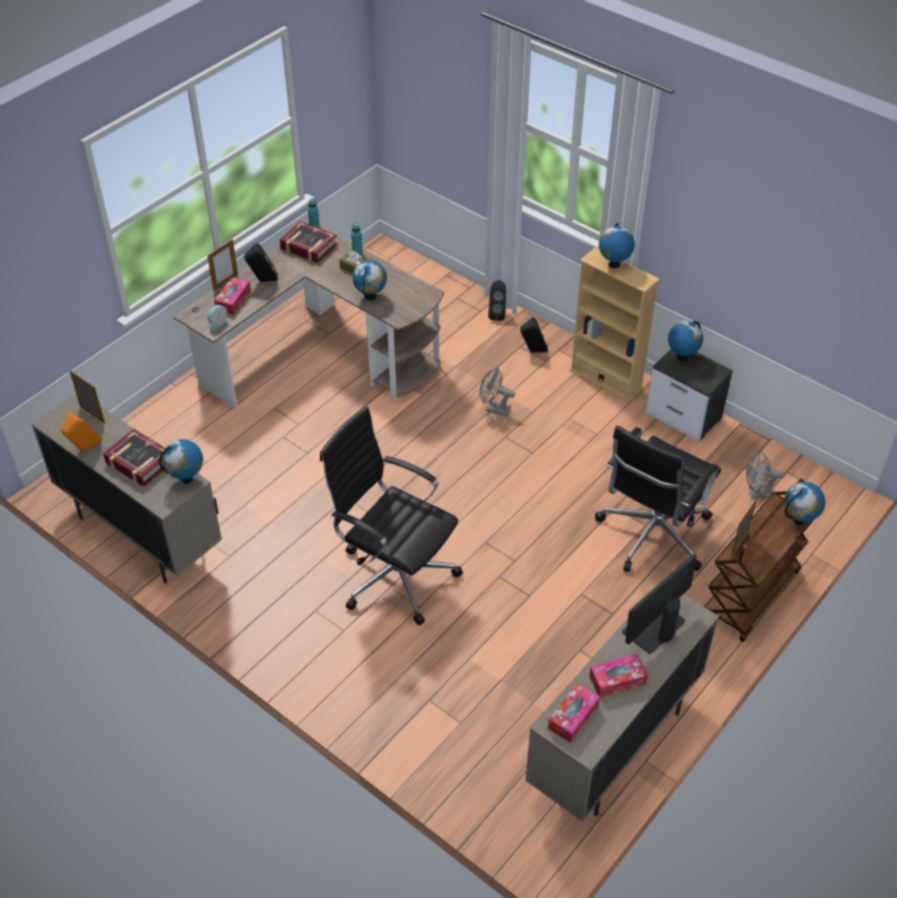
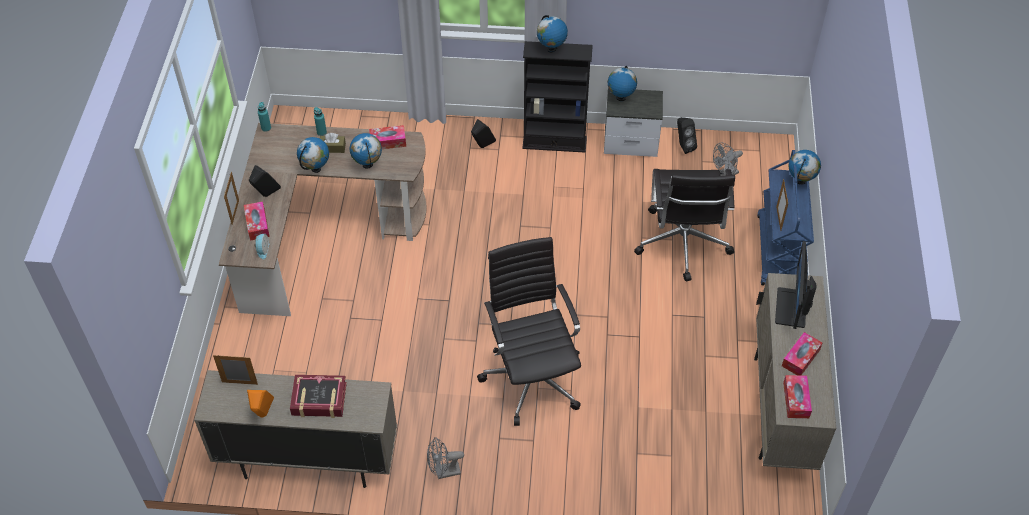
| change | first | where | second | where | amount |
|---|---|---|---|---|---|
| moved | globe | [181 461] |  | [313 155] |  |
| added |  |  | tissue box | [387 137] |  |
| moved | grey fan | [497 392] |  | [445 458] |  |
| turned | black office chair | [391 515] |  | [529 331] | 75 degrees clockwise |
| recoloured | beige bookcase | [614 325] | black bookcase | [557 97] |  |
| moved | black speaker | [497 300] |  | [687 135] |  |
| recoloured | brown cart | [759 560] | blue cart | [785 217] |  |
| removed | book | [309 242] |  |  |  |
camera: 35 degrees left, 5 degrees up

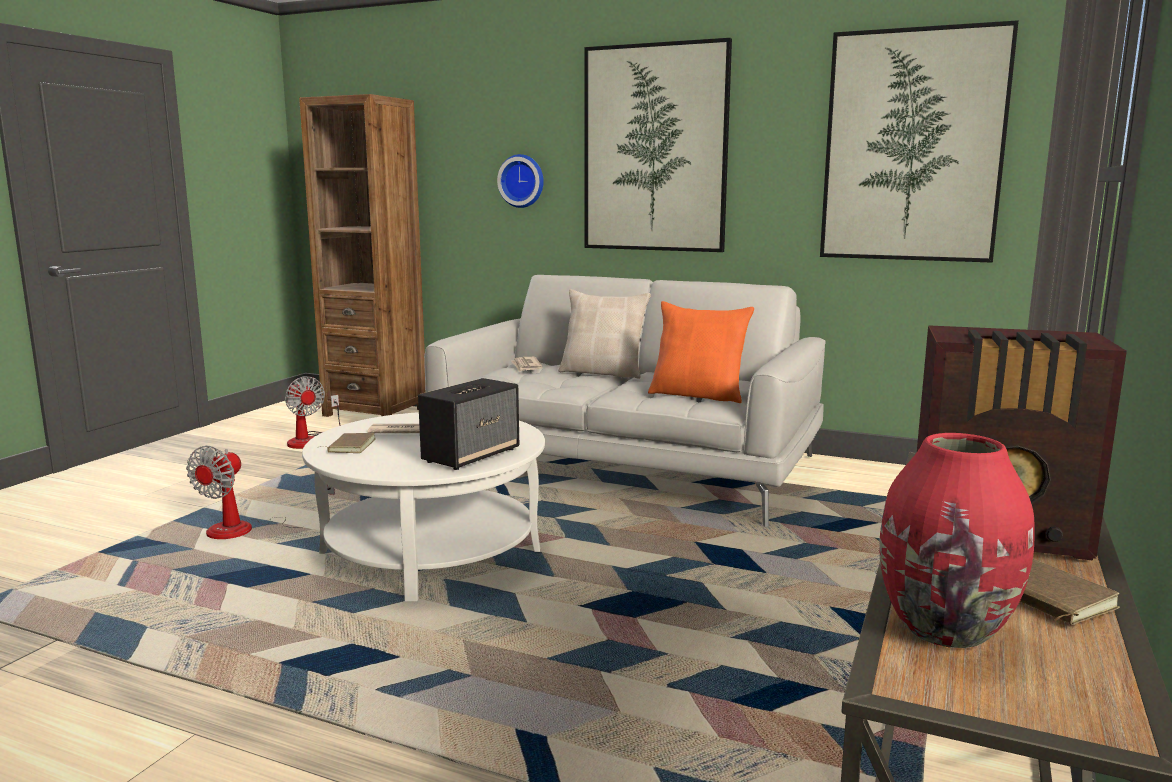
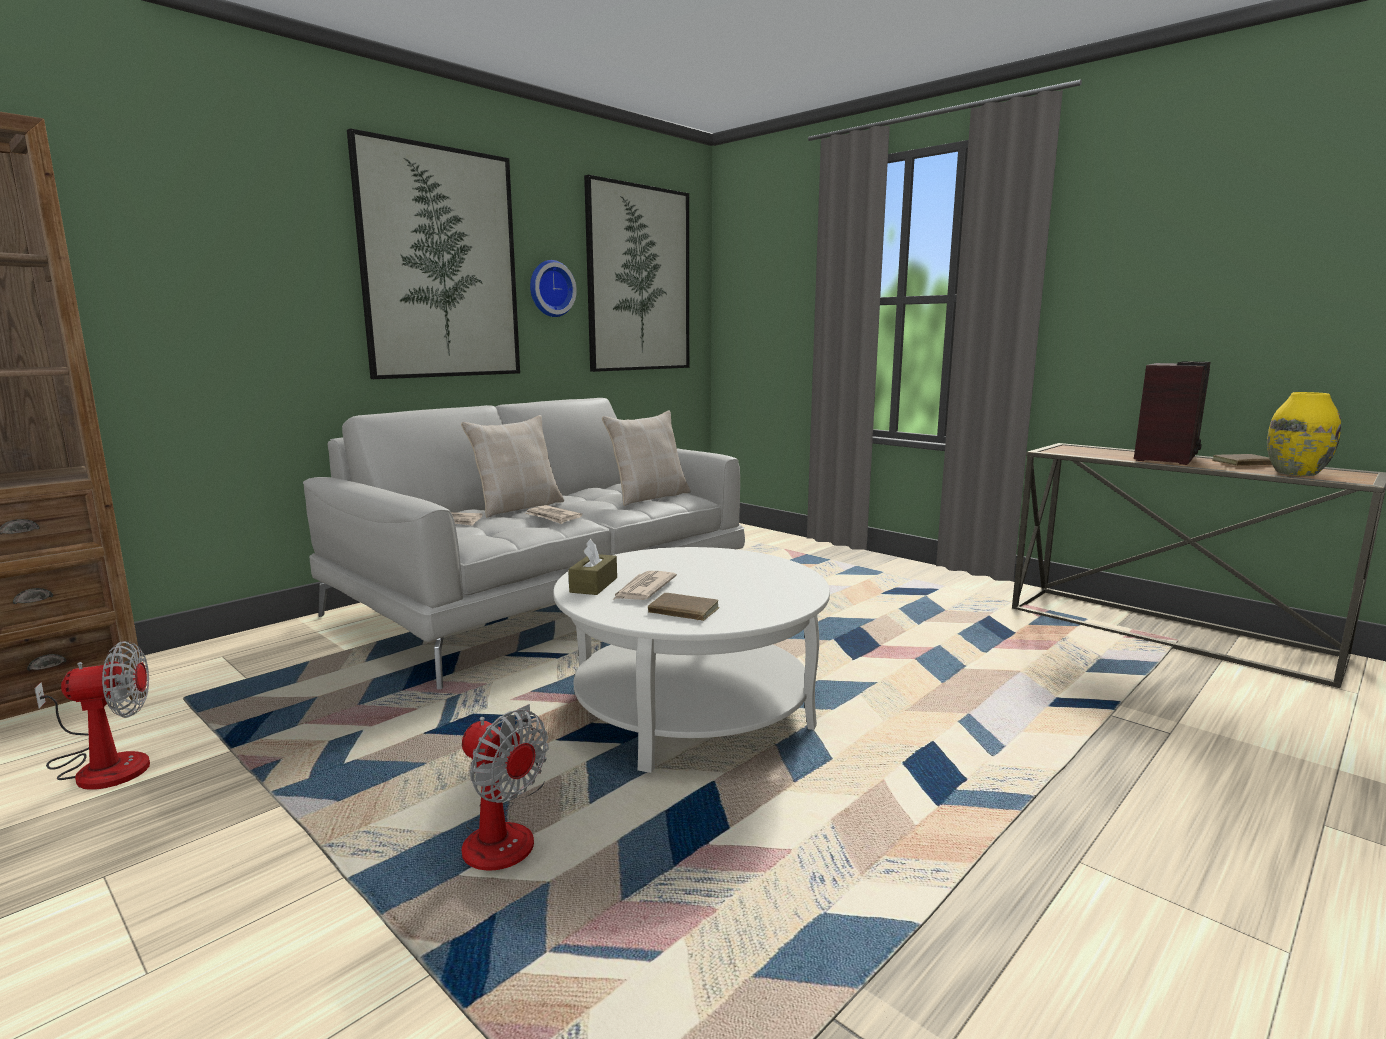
| change | first | where | second | where | amount |
|---|---|---|---|---|---|
| added |  |  | newspaper | [553 514] |  |
| moved | wall clock | [520 181] |  | [553 288] |  |
| added |  |  | brown tissue box | [592 567] |  |
| recoloured | orange pillow | [701 352] | beige pillow | [646 458] |  |
| recoloured | red vase | [956 540] | yellow vase | [1304 434] |  |
| removed | speaker | [468 424] |  |  |  |
camera: 70 degrees left, 0 degrees up

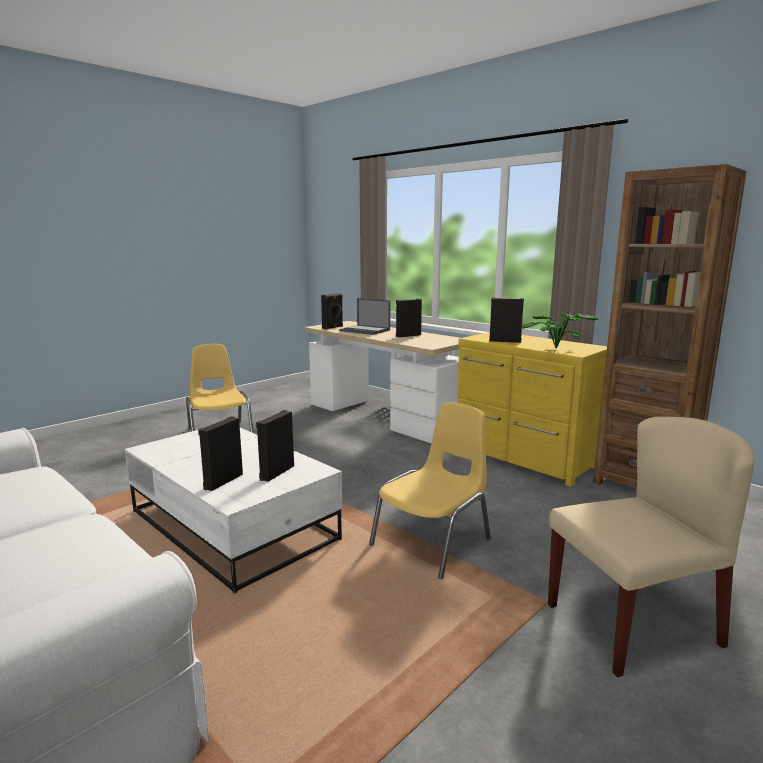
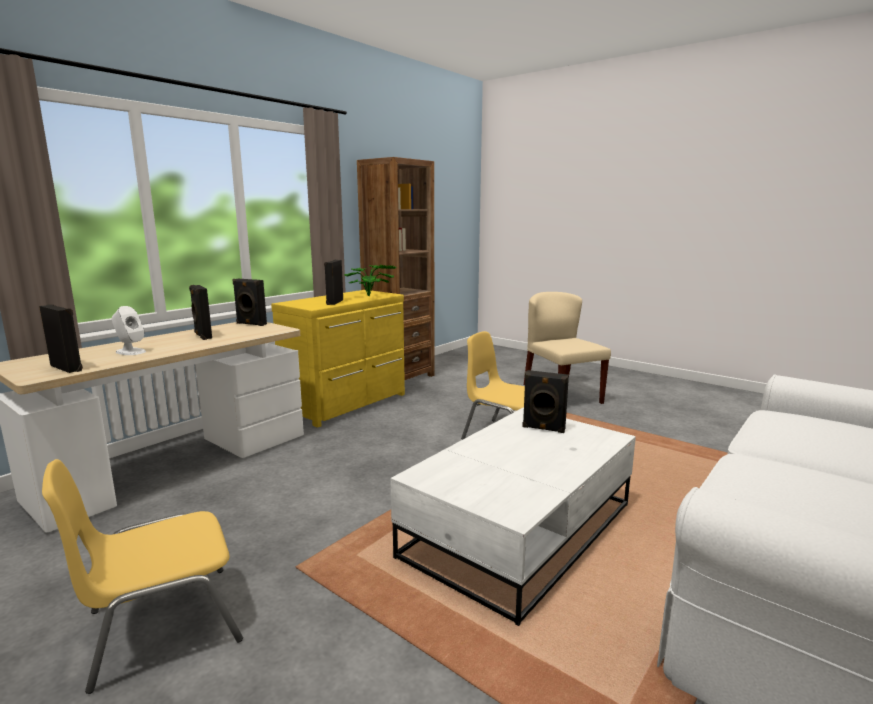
| change | first | where | second | where | amount |
|---|---|---|---|---|---|
| replaced | laptop | [364 316] | white speaker | [129 330] |  |
| moved | black speaker | [220 453] |  | [249 302] |  |
camera: 95 degrees left, 0 degrees up

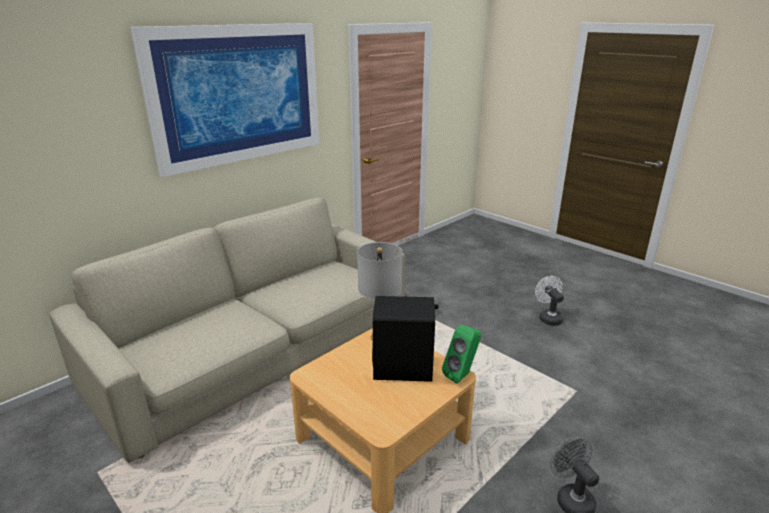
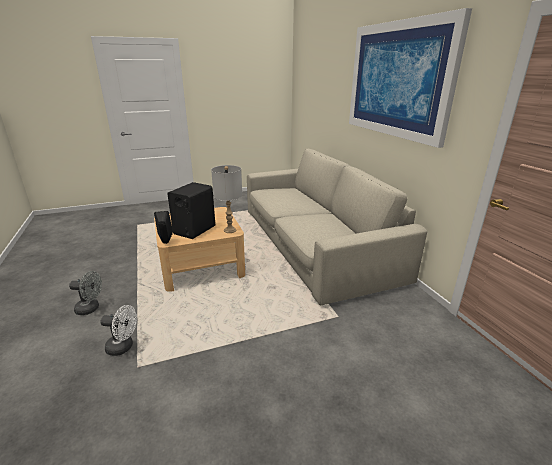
| change | first | where | second | where | amount |
|---|---|---|---|---|---|
| moved | white fan | [549 301] |  | [118 330] |  |
| recoloured | green speaker | [461 354] | black speaker | [163 227] |  |
camera: 115 degrees right, 0 degrees up

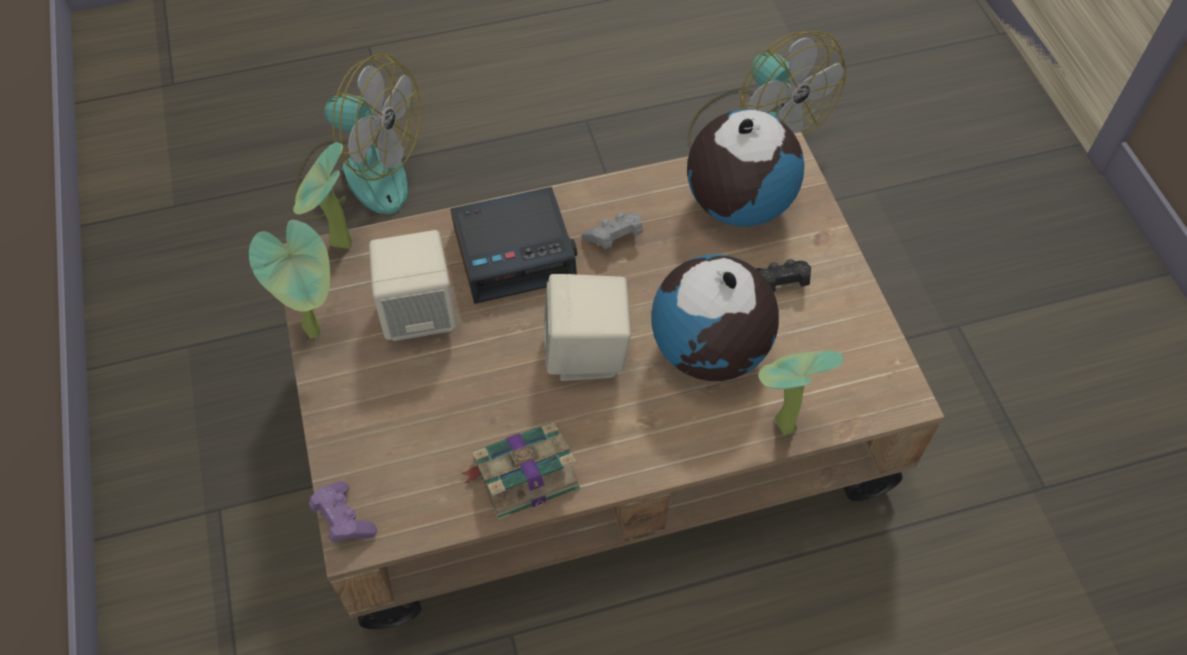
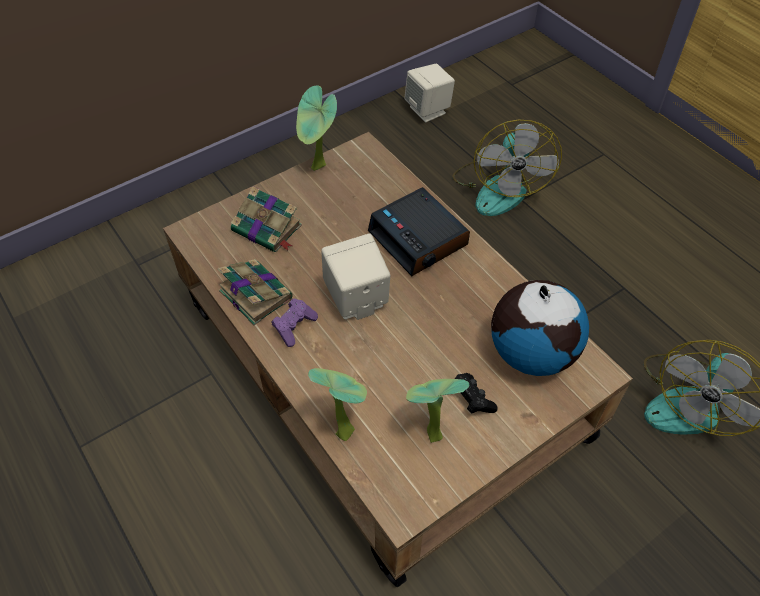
| change | first | where | second | where | amount |
|---|---|---|---|---|---|
| added |  |  | book | [266 219] |  |
| moved | purple game controller | [343 512] |  | [295 322] |  |
| moved | beige speaker | [413 285] |  | [429 92] |  |
| moved | potted plant | [322 195] |  | [437 411] |  |
| removed | grey game controller | [612 230] |  |  |  |
| removed | globe | [715 317] |  |  |  |
camera: 70 degrees right, 5 degrees down

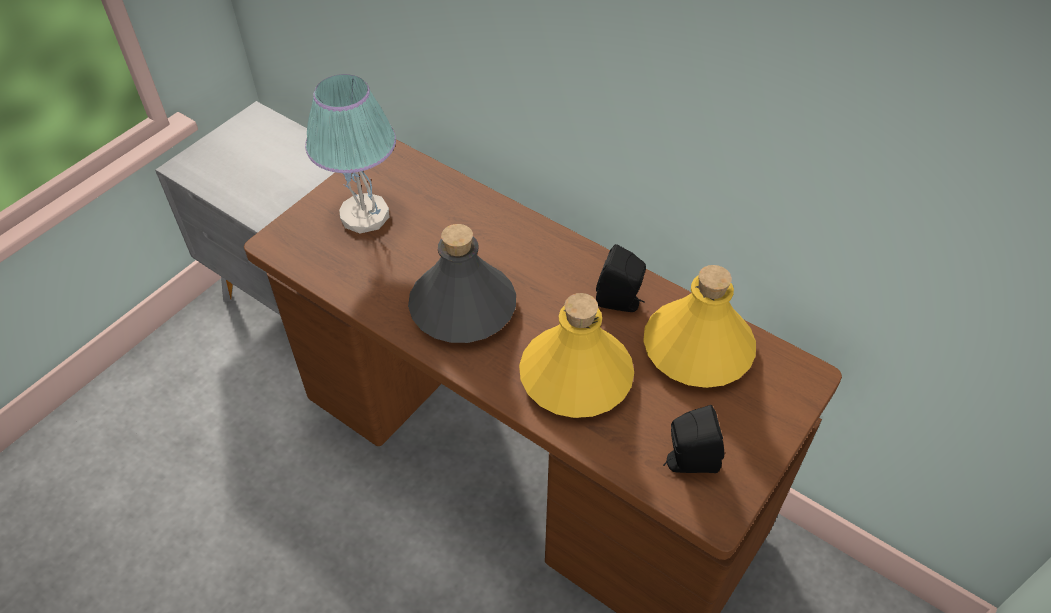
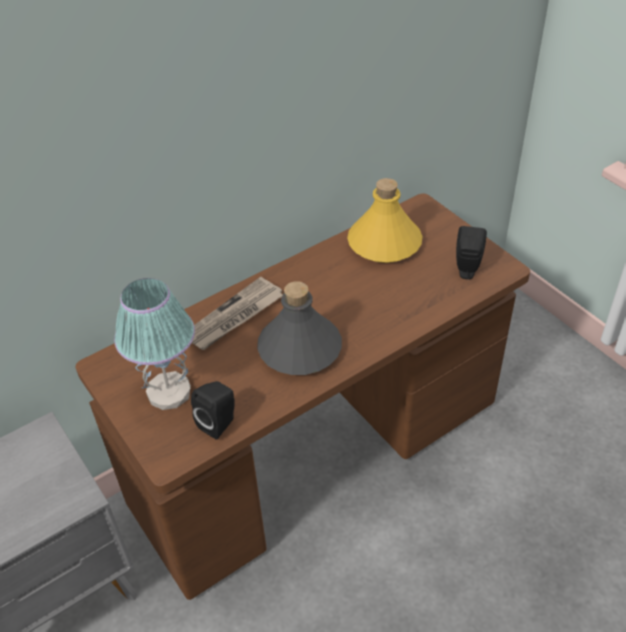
| change | first | where | second | where | amount |
|---|---|---|---|---|---|
| moved | black speaker | [621 278] |  | [213 410] |  |
| added |  |  | newspaper | [237 313] |  |
| removed | yellow bottle | [576 355] |  |  |  |
camera: 70 degrees left, 5 degrees down

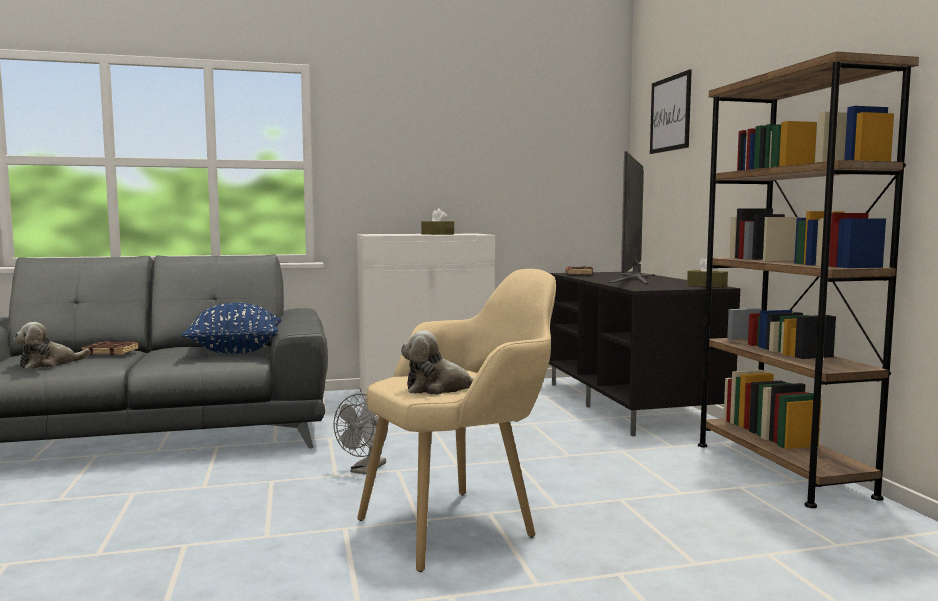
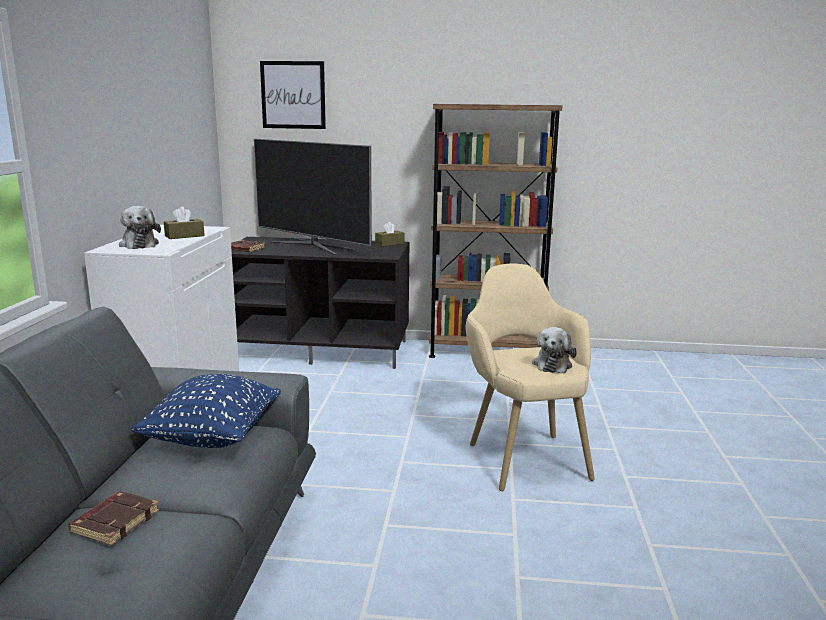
| change | first | where | second | where | amount |
|---|---|---|---|---|---|
| moved | plush toy | [52 345] |  | [140 227] |  |
| removed | grey fan | [361 434] |  |  |  |
camera: 70 degrees left, 10 degrees up

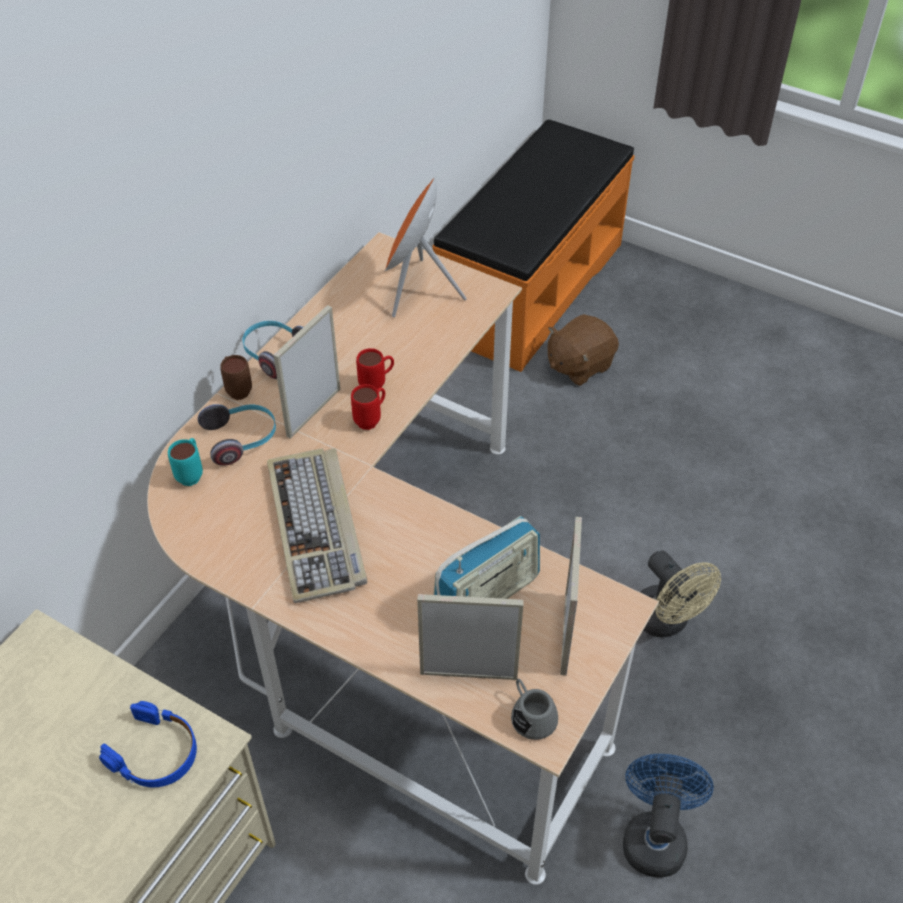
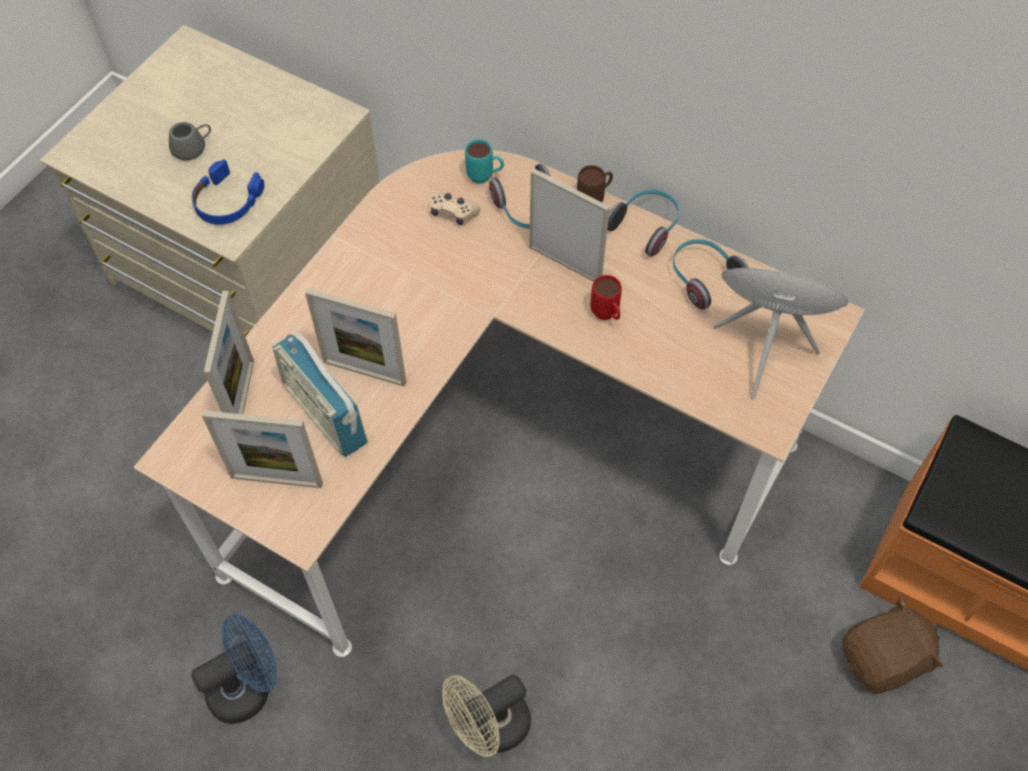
| change | first | where | second | where | amount |
|---|---|---|---|---|---|
| moved | grey mug | [534 709] |  | [190 141] |  |
| turned | blue fan | [668 816] |  | [234 669] | 45 degrees counterclockwise |
| added |  |  | picture frame | [355 337] |  |
| added |  |  | beige game controller | [455 208] |  |
| added |  |  | headphones | [711 274] |  |
| turned | brown plush toy | [583 350] |  | [892 645] | 105 degrees clockwise |
| removed | keyboard | [317 525] |  |  |  |
| removed | red mug | [368 407] |  |  |  |
camera: 90 degrees right, 10 degrees up

